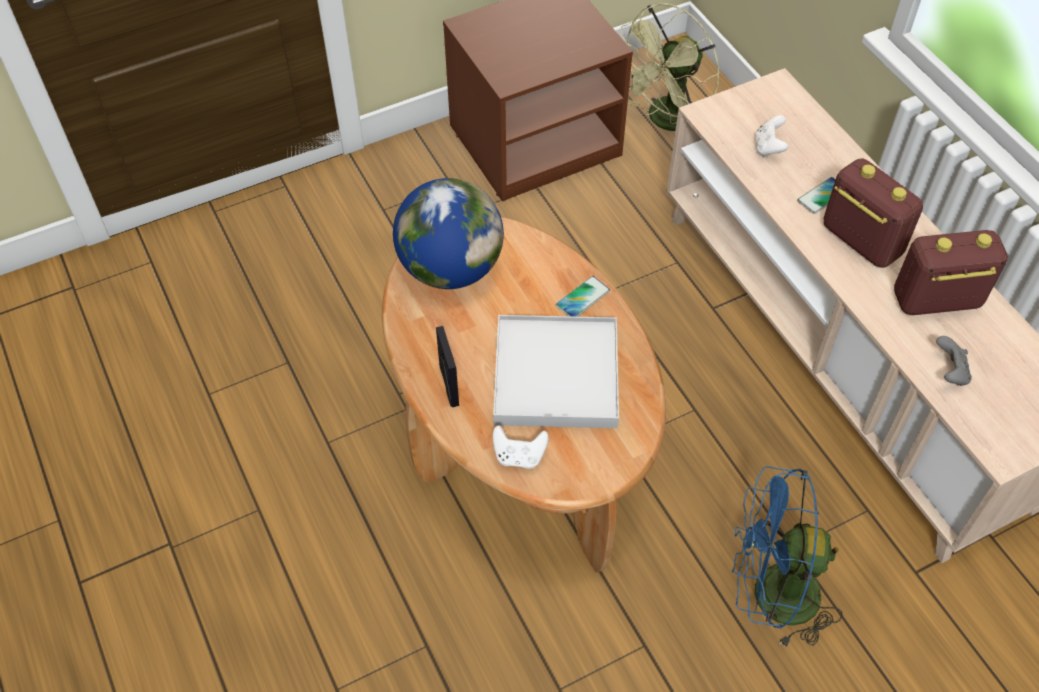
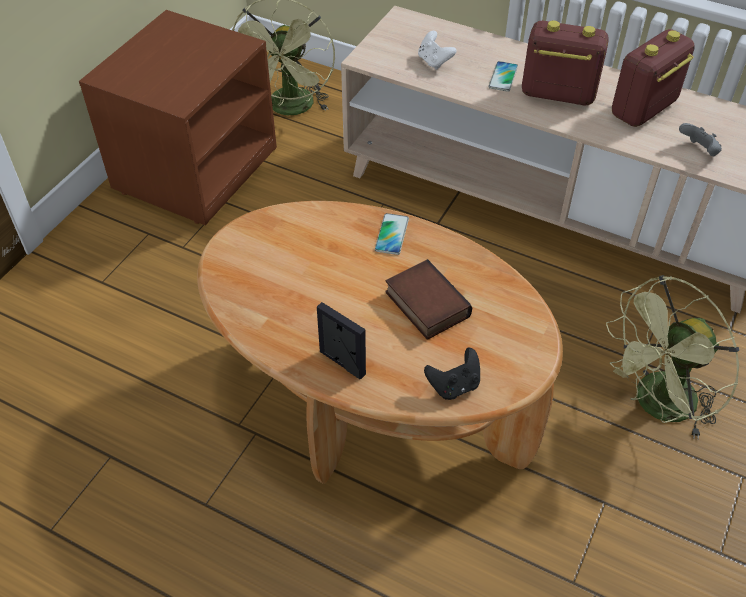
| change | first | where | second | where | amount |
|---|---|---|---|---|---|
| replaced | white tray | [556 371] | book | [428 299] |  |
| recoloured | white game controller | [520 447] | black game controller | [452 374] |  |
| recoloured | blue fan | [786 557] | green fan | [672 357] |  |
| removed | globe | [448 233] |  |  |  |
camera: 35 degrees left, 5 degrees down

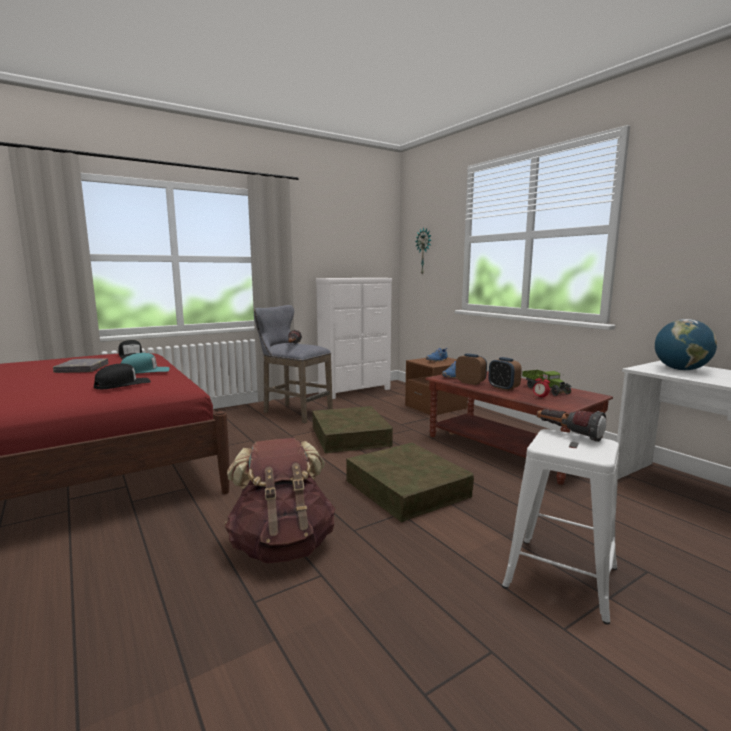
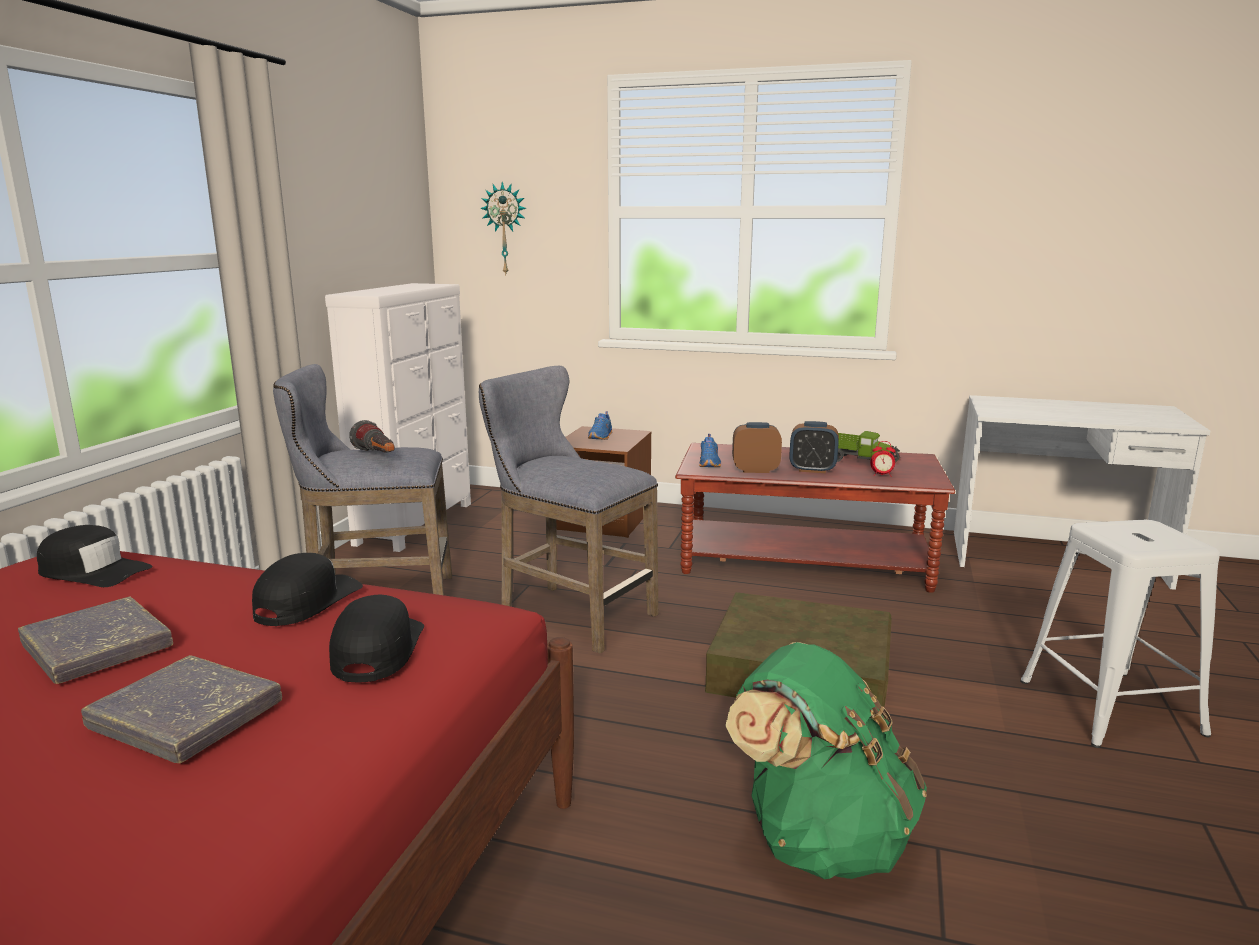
| change | first | where | second | where | amount |
|---|---|---|---|---|---|
| added |  |  | grey book | [181 709] |  |
| recoloured | turquoise cap | [145 363] | black cap | [307 589] |  |
| replaced | brown storage box | [352 429] | grey stool | [568 509] |  |
| recoloured | brown backpack | [280 500] | green backpack | [826 760] |  |
| removed | flashlight | [571 425] |  |  |  |
| removed | globe | [686 344] |  |  |  |
camera: 40 degrees left, 5 degrees up

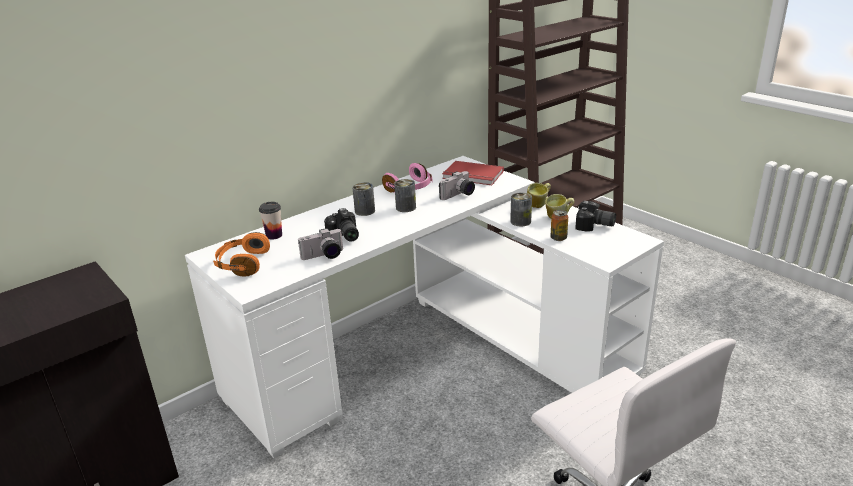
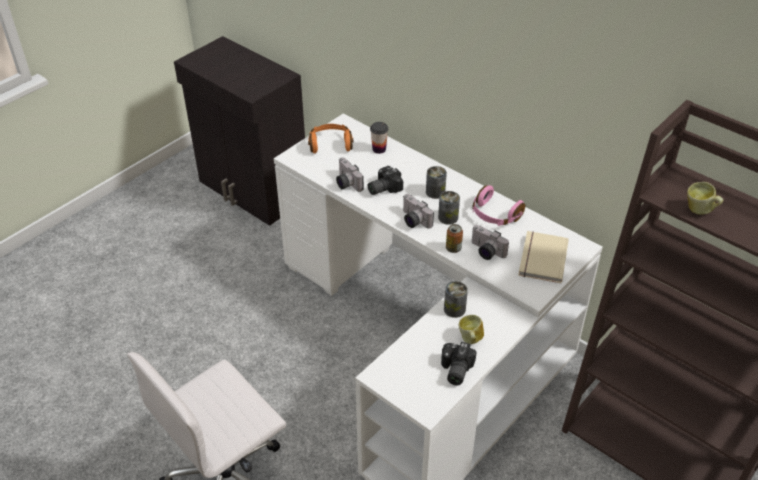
| change | first | where | second | where | amount |
|---|---|---|---|---|---|
| added |  |  | photo camera | [418 211] |  |
| moved | can | [559 225] |  | [454 238] |  |
| recoloured | red book | [473 173] | beige book | [543 257] |  |
| moved | mug | [539 195] |  | [705 198] |  |
camera: 80 degrees right, 15 degrees up

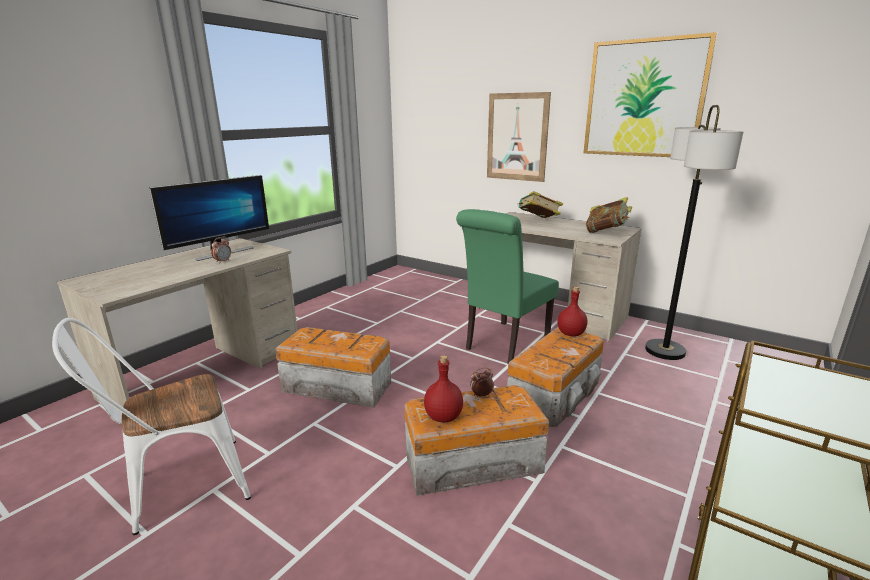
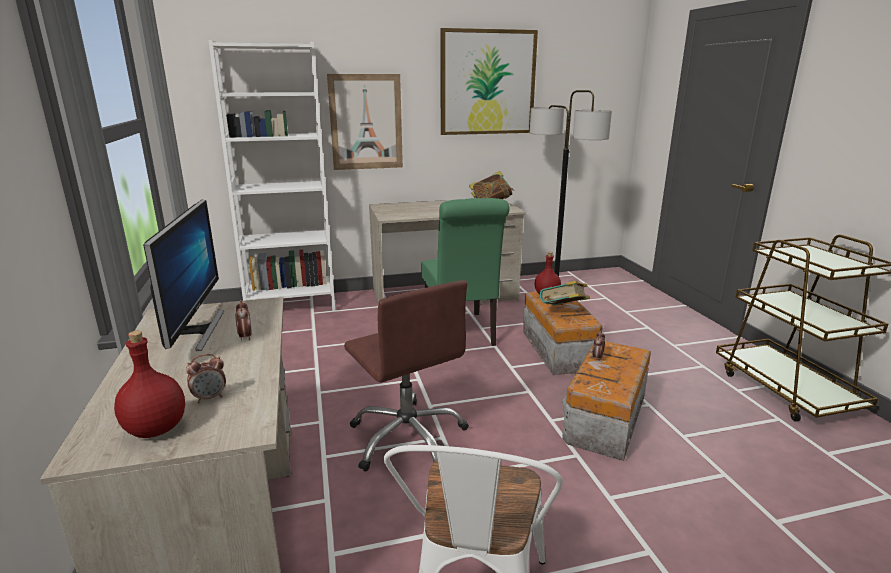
| change | first | where | second | where | amount |
|---|---|---|---|---|---|
| moved | red bottle | [443 388] |  | [149 384] |  |
| added |  |  | alarm clock | [206 378] |  |
| added |  |  | white bookcase | [272 176] |  |
| replaced | storage box | [333 367] | brown office chair | [406 376] |  |
| moved | book | [540 204] |  | [565 293] |  |
camera: 50 degrees left, 0 degrees up

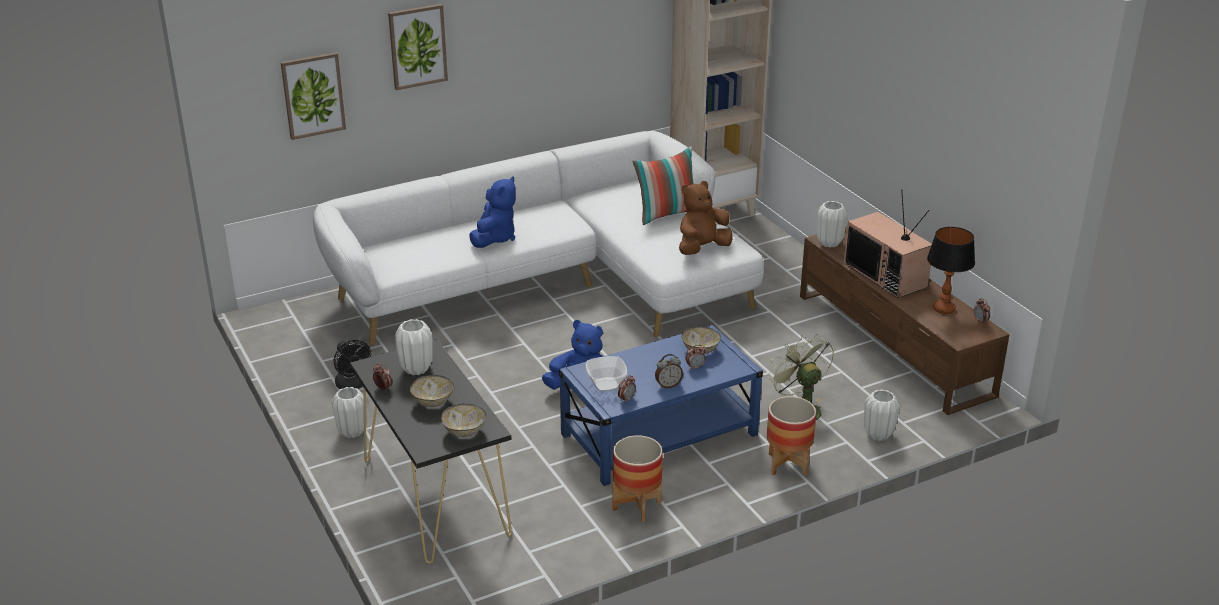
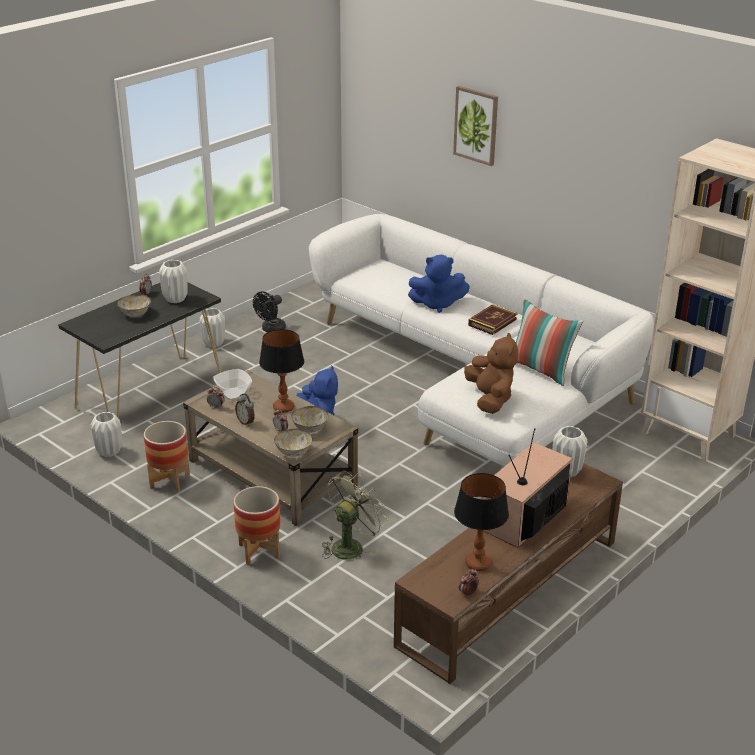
| change | first | where | second | where | amount |
|---|---|---|---|---|---|
| moved | white vase | [881 415] |  | [106 434] |  |
| recoloured | blue coffee table | [661 405] | beige coffee table | [270 448] |  |
| added |  |  | table lamp | [281 371] |  |
| moved | bowl | [463 420] |  | [293 443] |  |
| turned | brown plush toy | [705 218] |  | [491 373] | 45 degrees clockwise |
| added |  |  | book | [493 319] |  |
| removed | picture | [313 96] |  |  |  |
camera: 70 degrees right, 0 degrees up

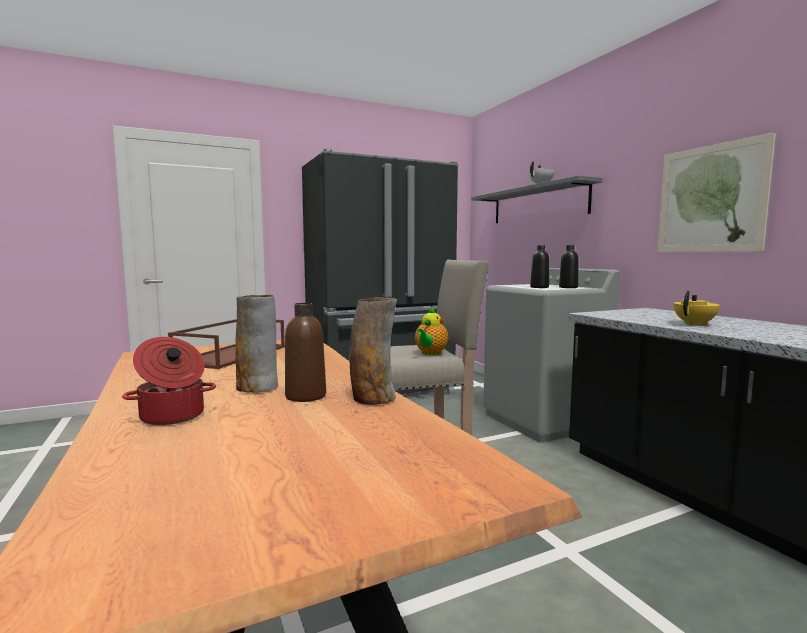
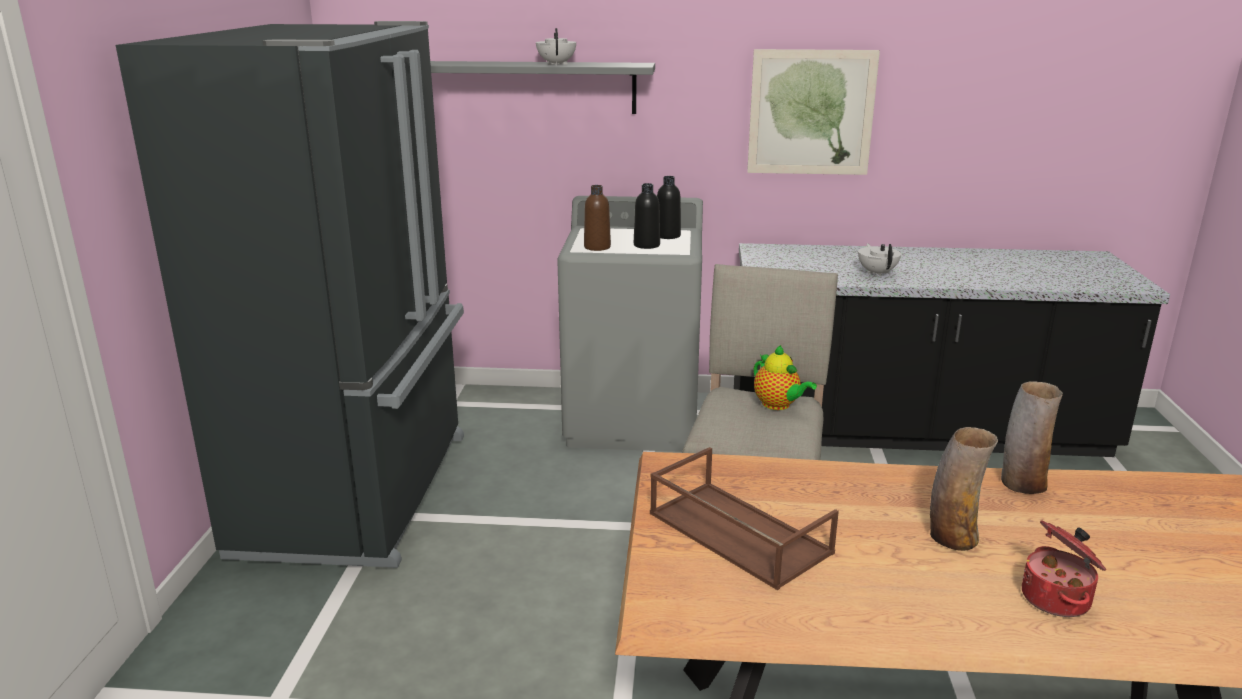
| change | first | where | second | where | amount |
|---|---|---|---|---|---|
| moved | brown bottle | [305 352] |  | [597 218] |  |
| recoloured | yellow teapot | [696 308] | white teapot | [879 259] |  |
camera: 60 degrees left, 15 degrees up

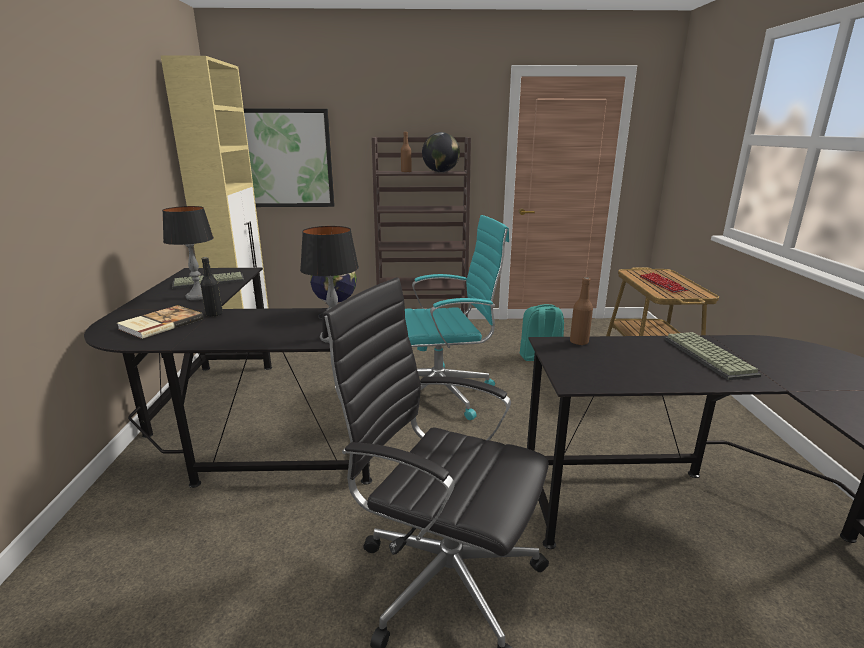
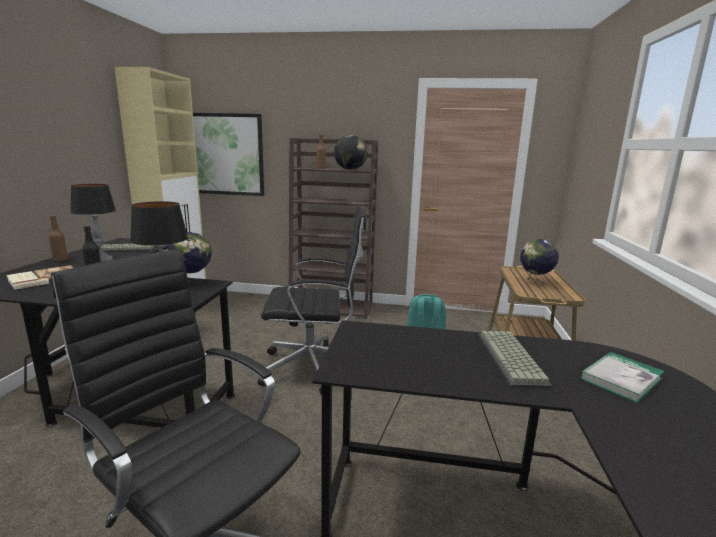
| change | first | where | second | where | amount |
|---|---|---|---|---|---|
| moved | brown bottle | [581 311] |  | [58 238] |  |
| recoloured | turquoise office chair | [457 317] | black office chair | [312 301] |  |
| replaced | keyboard | [664 283] | globe | [539 262] |  |
| added |  |  | book | [622 377] |  |
camera: 10 degrees right, 5 degrees down

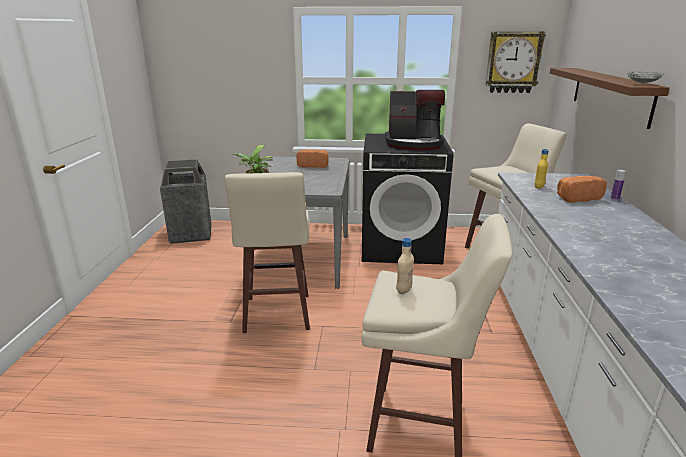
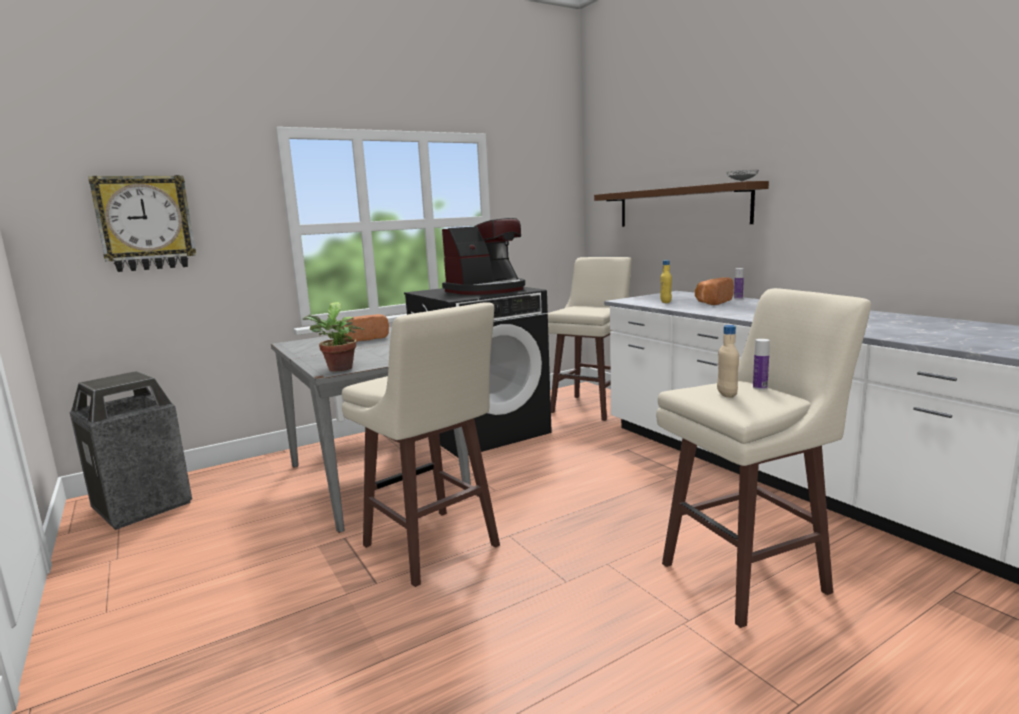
| change | first | where | second | where | amount |
|---|---|---|---|---|---|
| moved | wall clock | [515 62] |  | [142 223] |  |
| added |  |  | bottle | [761 364] |  |
camera: 35 degrees left, 10 degrees down

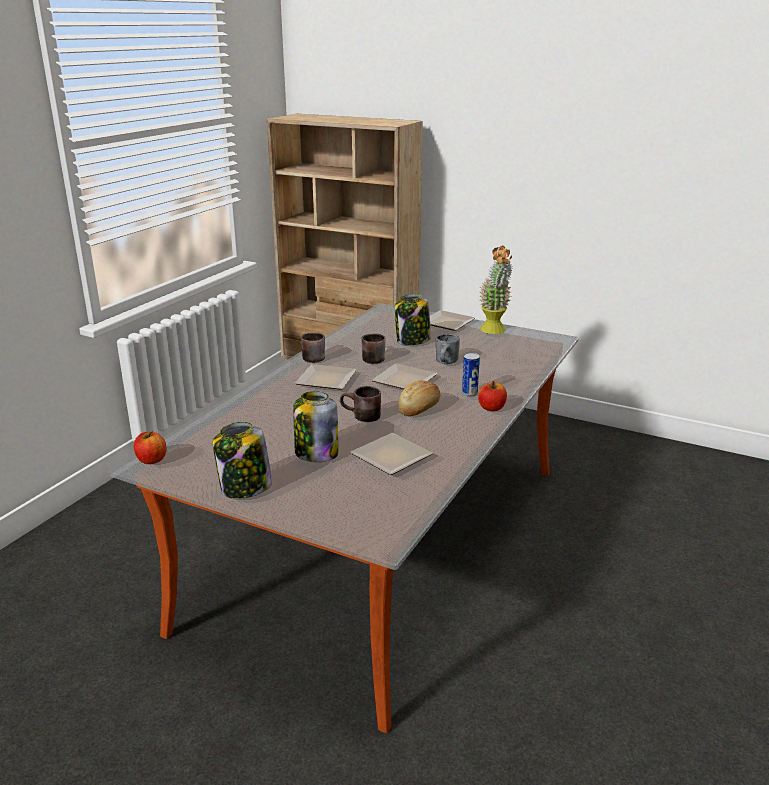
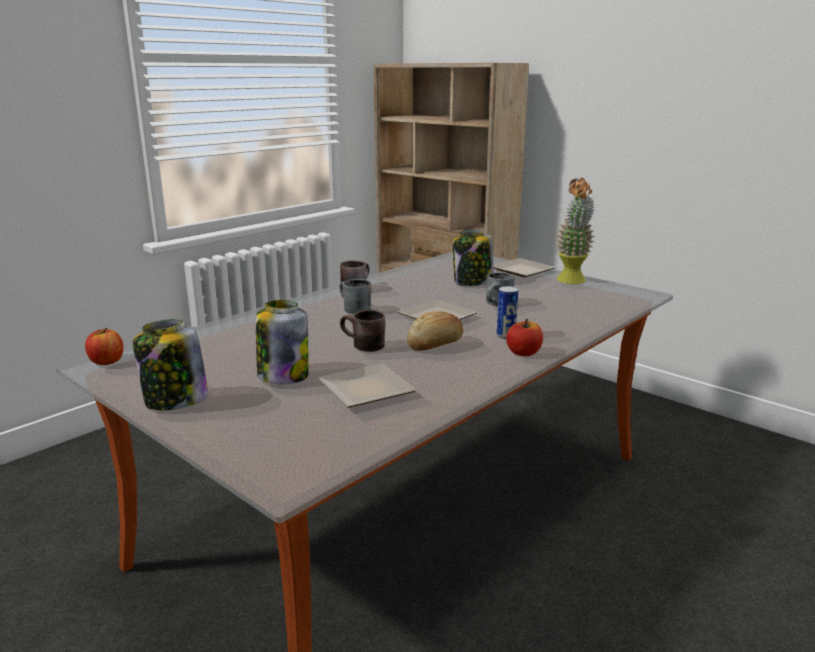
| change | first | where | second | where | amount |
|---|---|---|---|---|---|
| replaced | plate | [326 377] | grey mug | [355 296] |  |
| removed | brown mug | [373 349] |  |  |  |
camera: 15 degrees right, 5 degrees down

